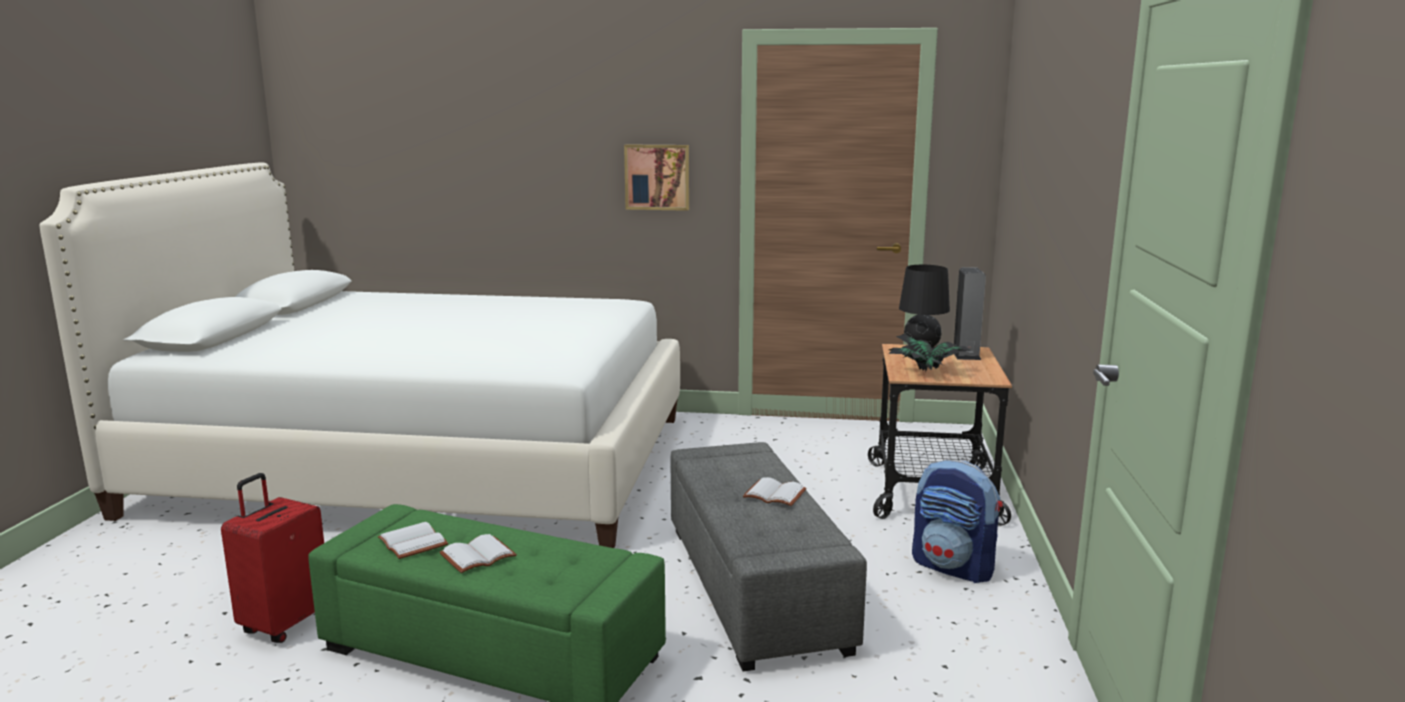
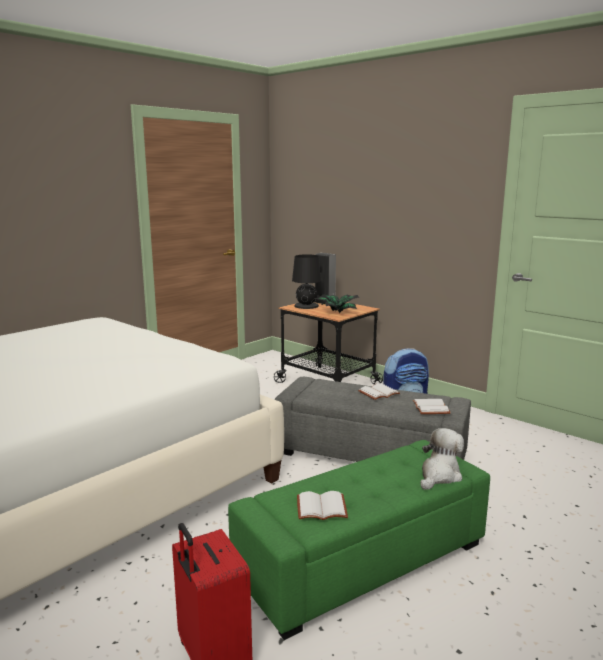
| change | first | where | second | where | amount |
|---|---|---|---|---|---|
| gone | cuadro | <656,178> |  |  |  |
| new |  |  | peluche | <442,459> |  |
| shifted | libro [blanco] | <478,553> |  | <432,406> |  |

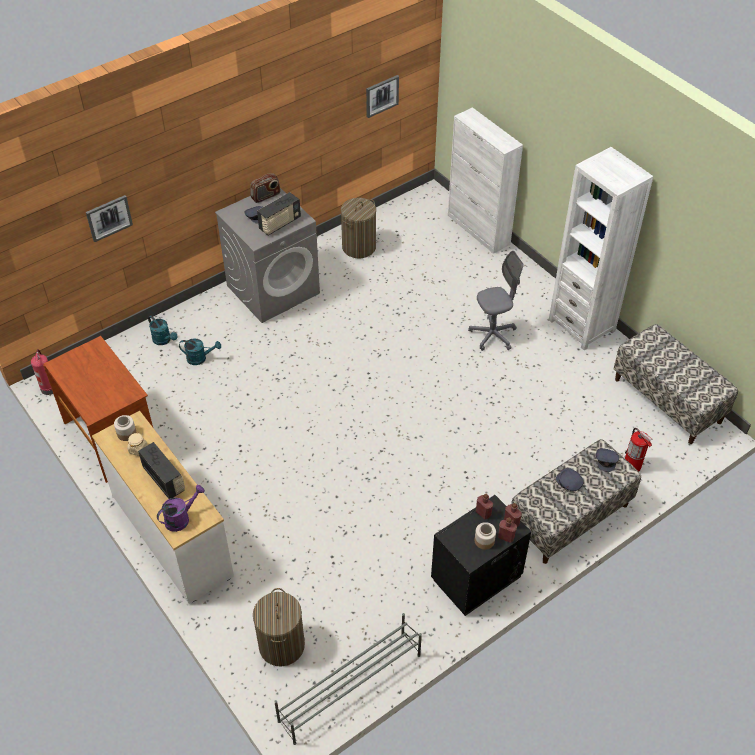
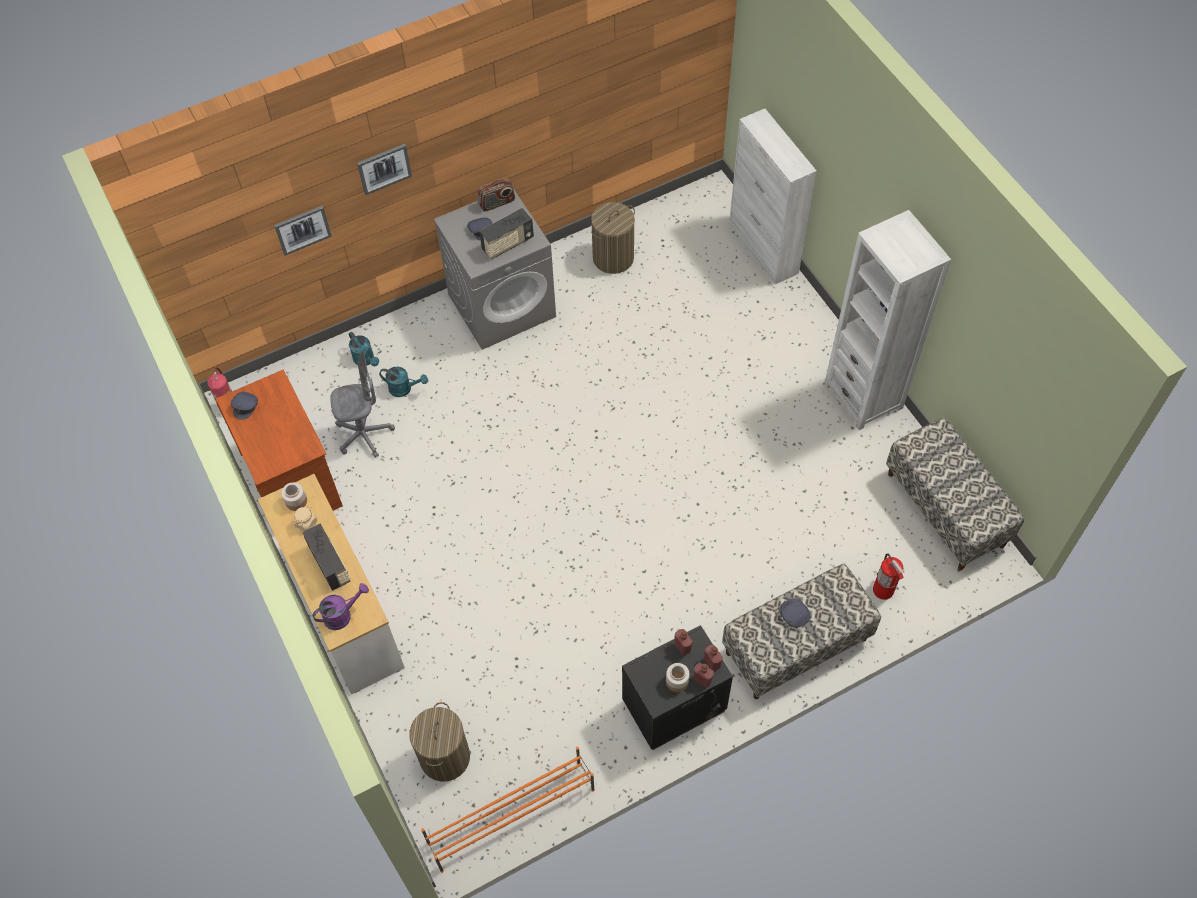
| change | first | where | second | where | amount |
|---|---|---|---|---|---|
| shifted | cuadro | <382,96> |  | <384,169> |  |
| shifted | silla de oficina [gris] | <496,301> |  | <362,404> |  |
| shifted | gorra [gris] | <607,460> |  | <244,406> |  |
| repainted | zapatero [gris] | <348,679> | zapatero [naranja] | <508,810> |  |

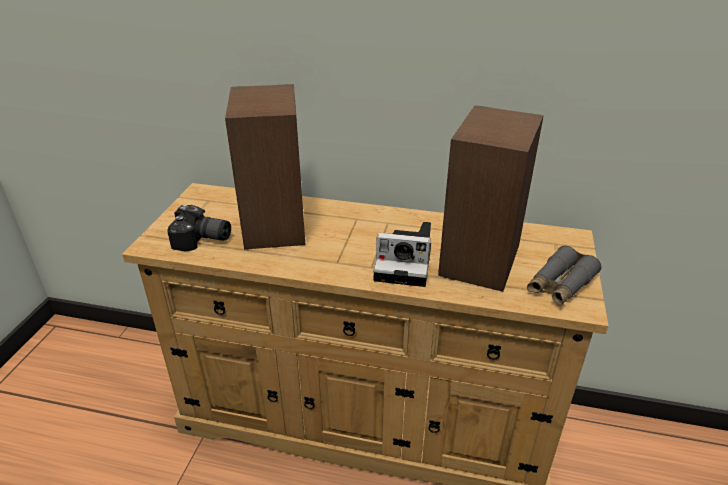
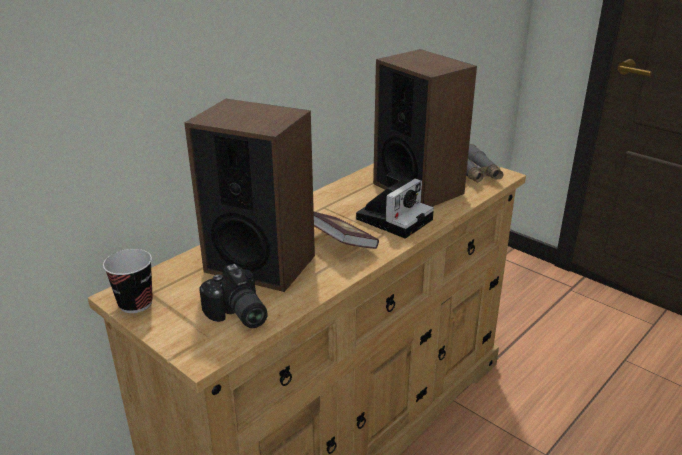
| change | first | where | second | where | amount |
|---|---|---|---|---|---|
| new |  |  | taza | <128,281> |  |
| new |  |  | libro | <346,230> |  |
| rotated | cámara | <199,228> |  | <233,295> | 105 degrees clockwise |

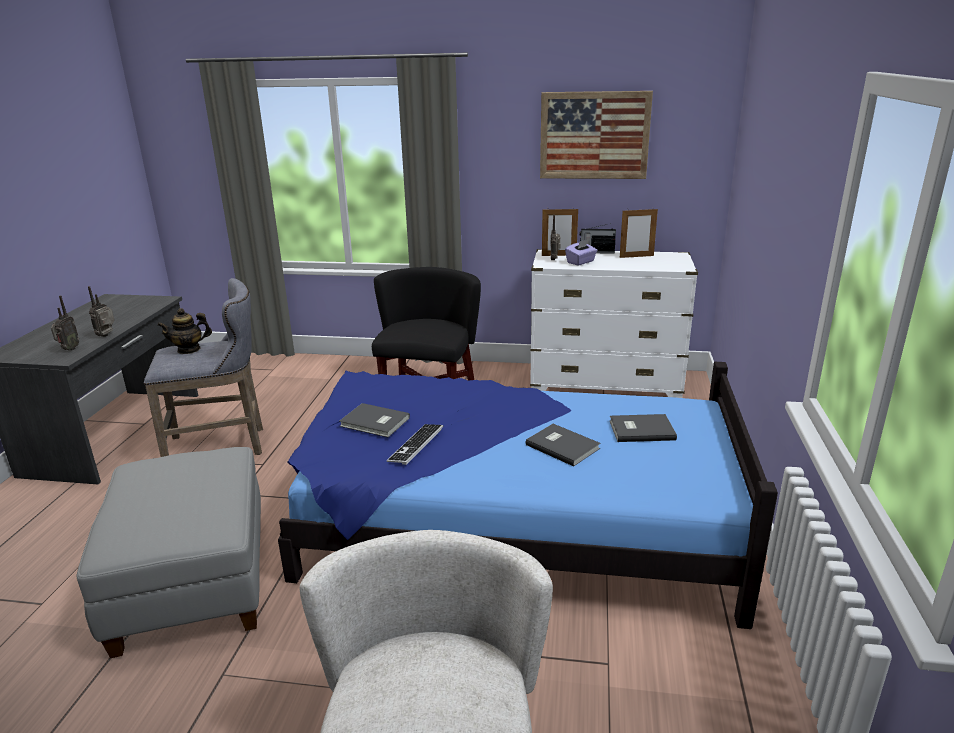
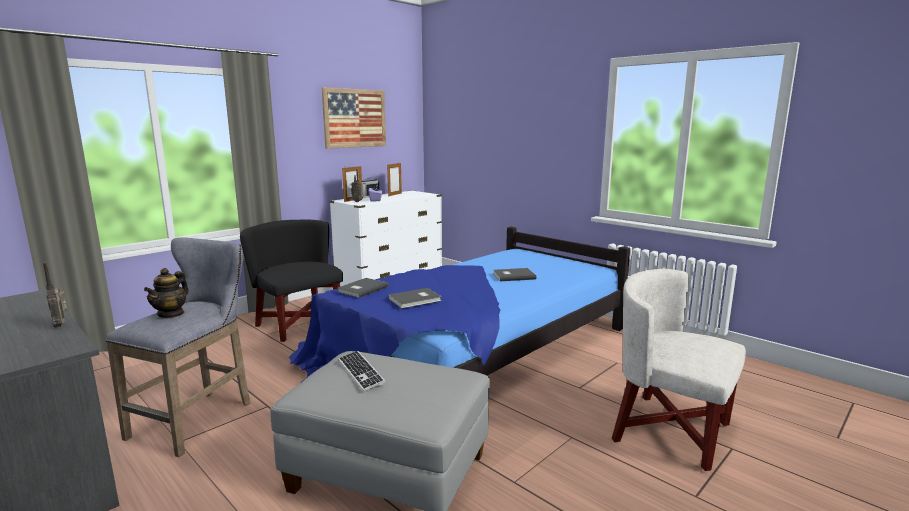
| change | first | where | second | where | amount |
|---|---|---|---|---|---|
| gone | radio | <65,323> |  |  |  |
| shifted | teclado | <415,444> |  | <361,371> |  |
| shifted | libro [gris] | <643,428> |  | <363,288> |  |

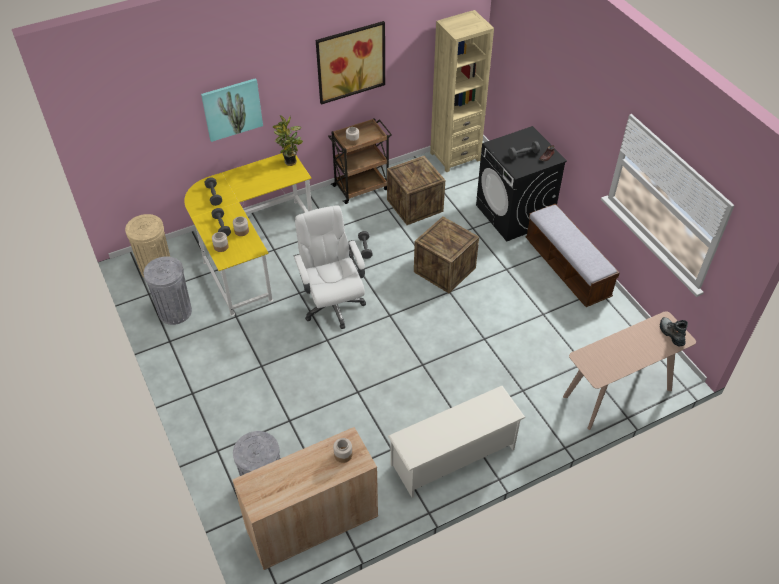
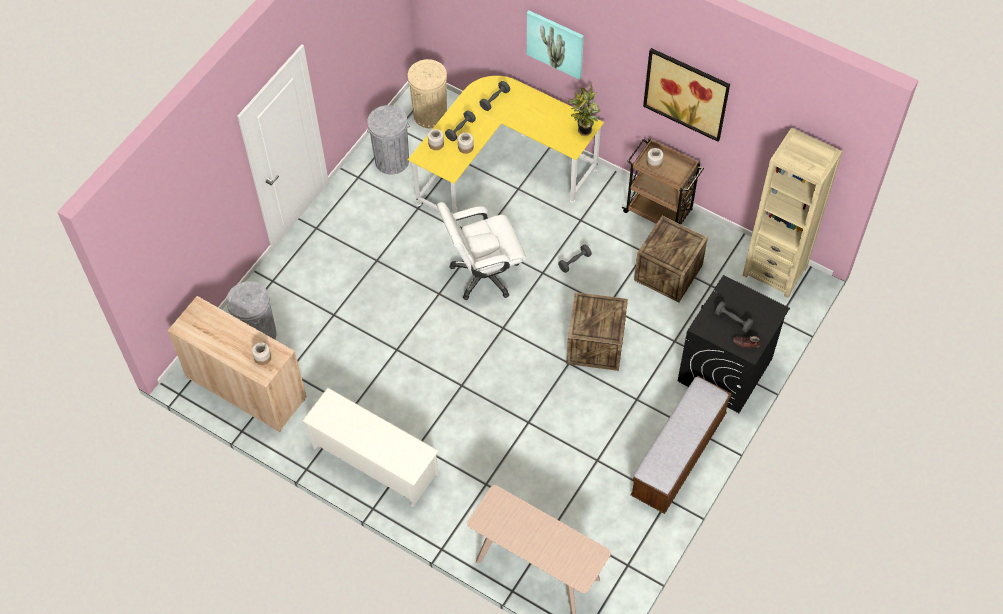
| change | first | where | second | where | amount |
|---|---|---|---|---|---|
| gone | bota | <674,331> |  |  |  |
| rotated | silla de oficina [blanco] | <329,267> |  | <481,251> | 150 degrees counterclockwise |

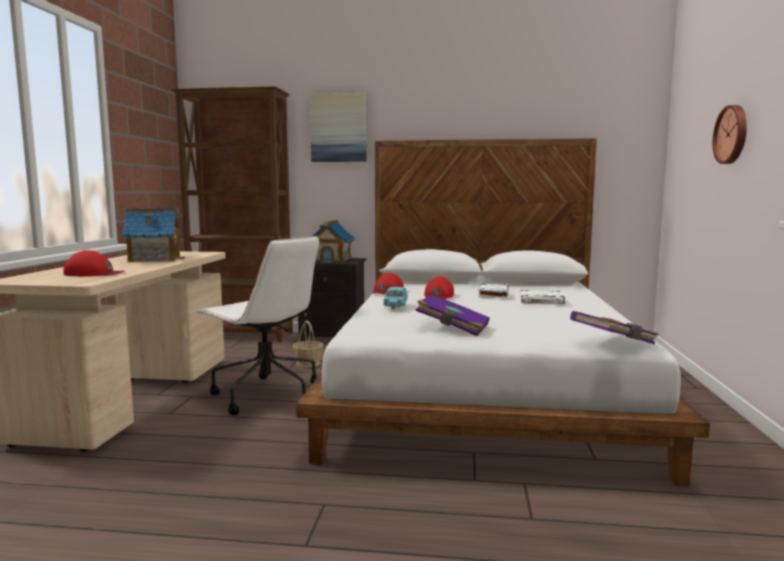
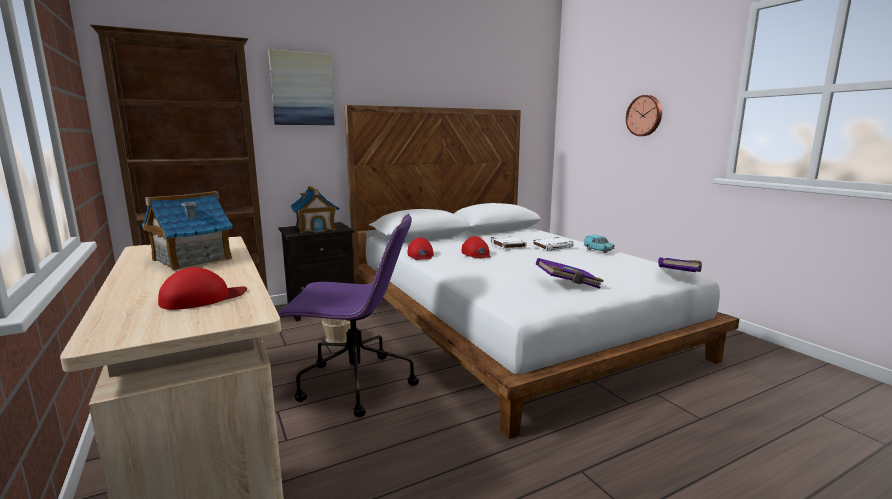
| change | first | where | second | where | amount |
|---|---|---|---|---|---|
| shifted | coche de juguete [turquesa] | <395,298> |  | <599,244> |  |
| repainted | silla de oficina [blanco] | <257,325> | silla de oficina [morado] | <348,315> |  |

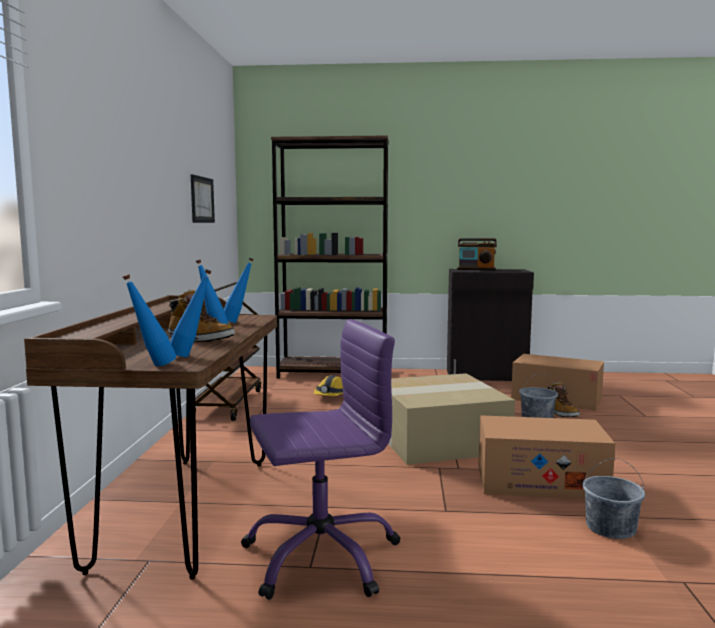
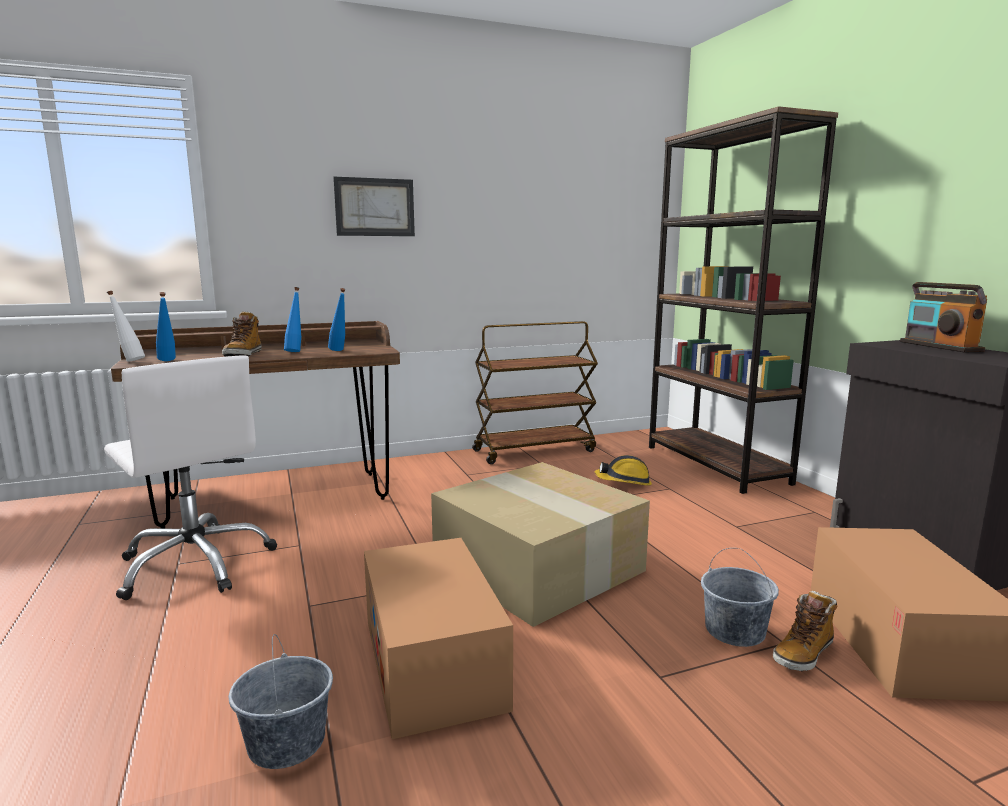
| change | first | where | second | where | amount |
|---|---|---|---|---|---|
| shifted | cuadro | <203,198> |  | <374,206> |  |
| repainted | botella [azul] | <149,320> | botella [blanco] | <126,326> |  |
| repainted | silla de oficina [morado] | <321,459> | silla de oficina [blanco] | <190,477> |  |

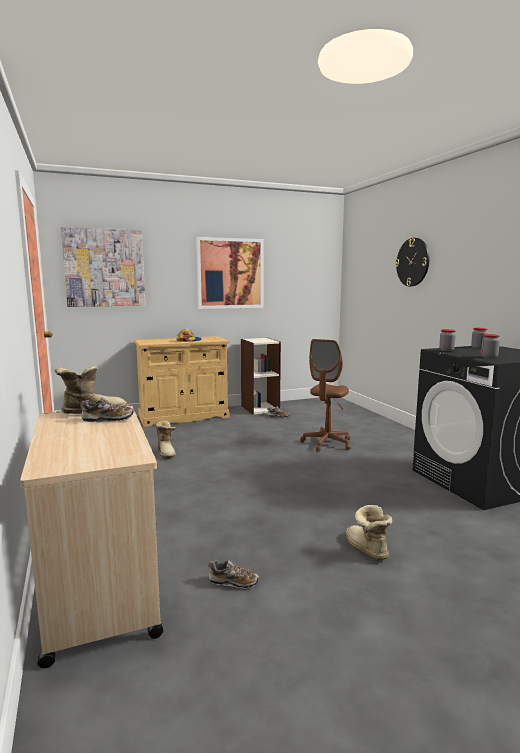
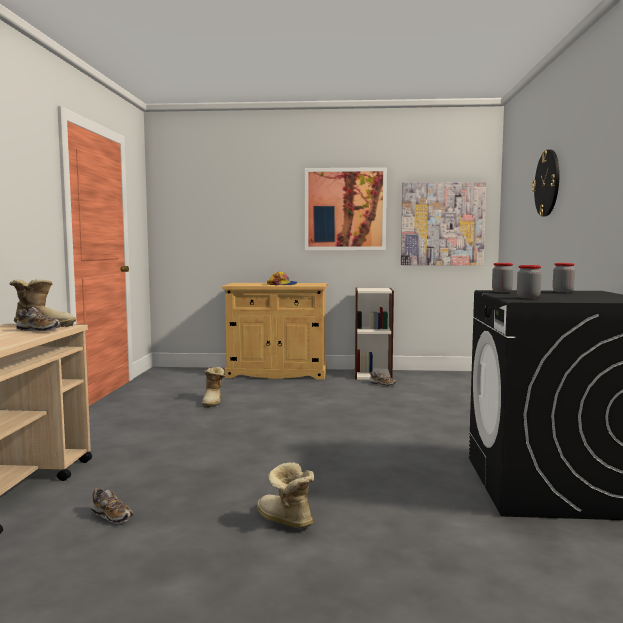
| change | first | where | second | where | amount |
|---|---|---|---|---|---|
| gone | silla de oficina [marrón] | <325,395> |  |  |  |
| shifted | cuadro | <103,267> |  | <443,223> |  |
| rotated | bota | <369,532> |  | <285,495> | 45 degrees counterclockwise |

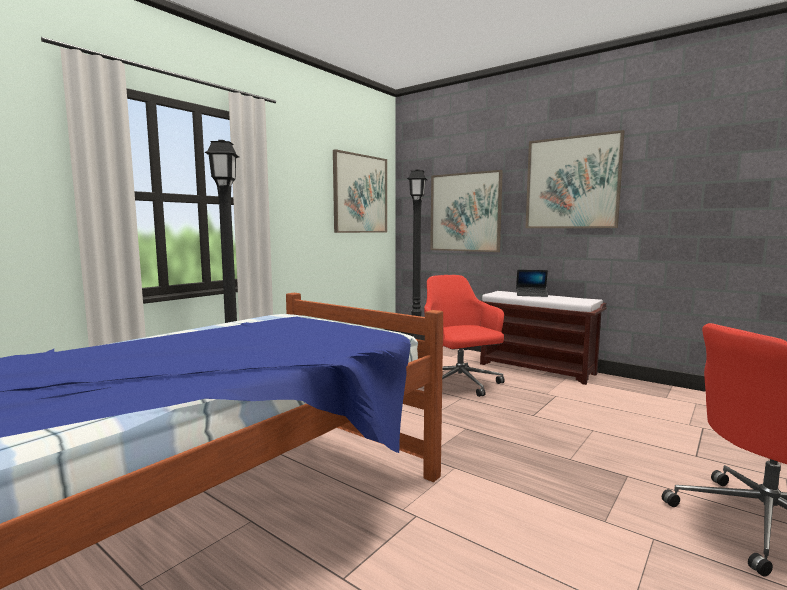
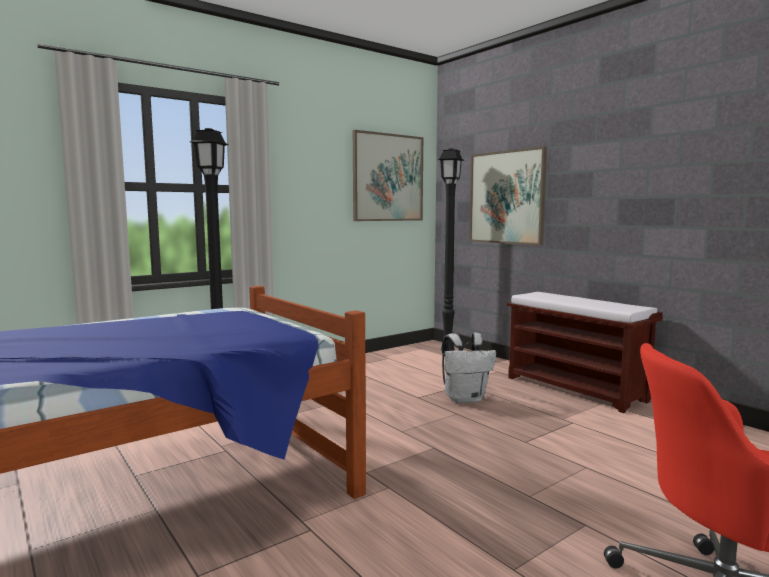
| change | first | where | second | where | amount |
|---|---|---|---|---|---|
| gone | portátil | <532,283> |  |  |  |
| gone | cuadro | <575,179> |  |  |  |
| swapped | silla de oficina [rojo] | <464,336> | mochila [blanco] | <469,367> |  |

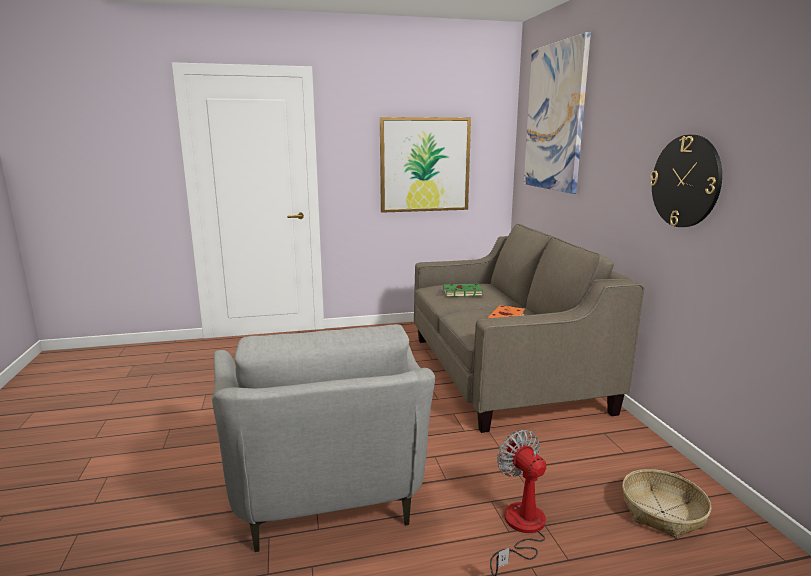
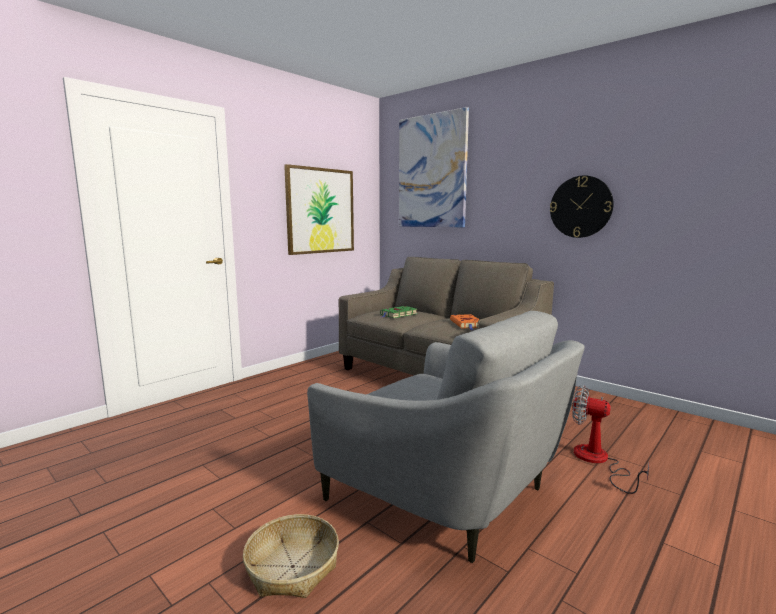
| change | first | where | second | where | amount |
|---|---|---|---|---|---|
| shifted | cesta | <667,504> |  | <291,556> |  |

